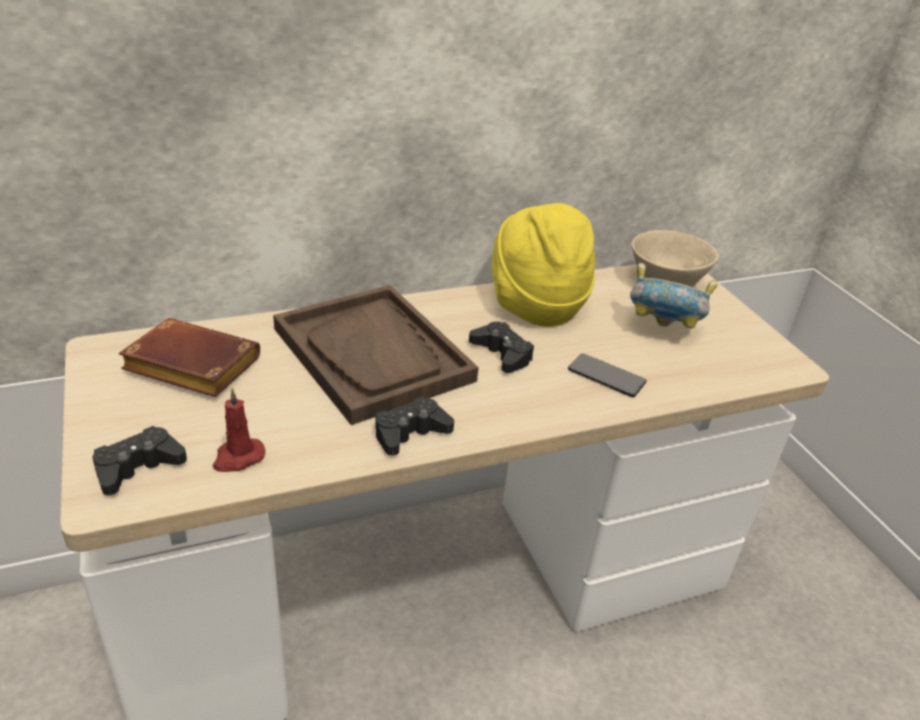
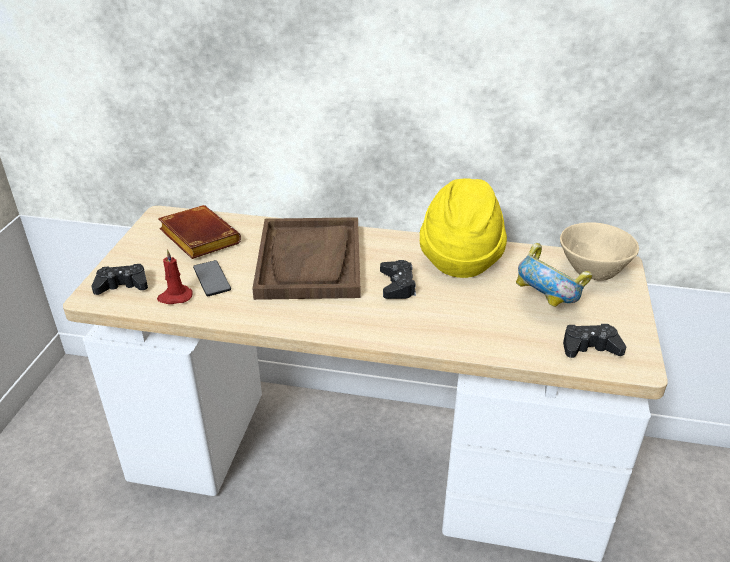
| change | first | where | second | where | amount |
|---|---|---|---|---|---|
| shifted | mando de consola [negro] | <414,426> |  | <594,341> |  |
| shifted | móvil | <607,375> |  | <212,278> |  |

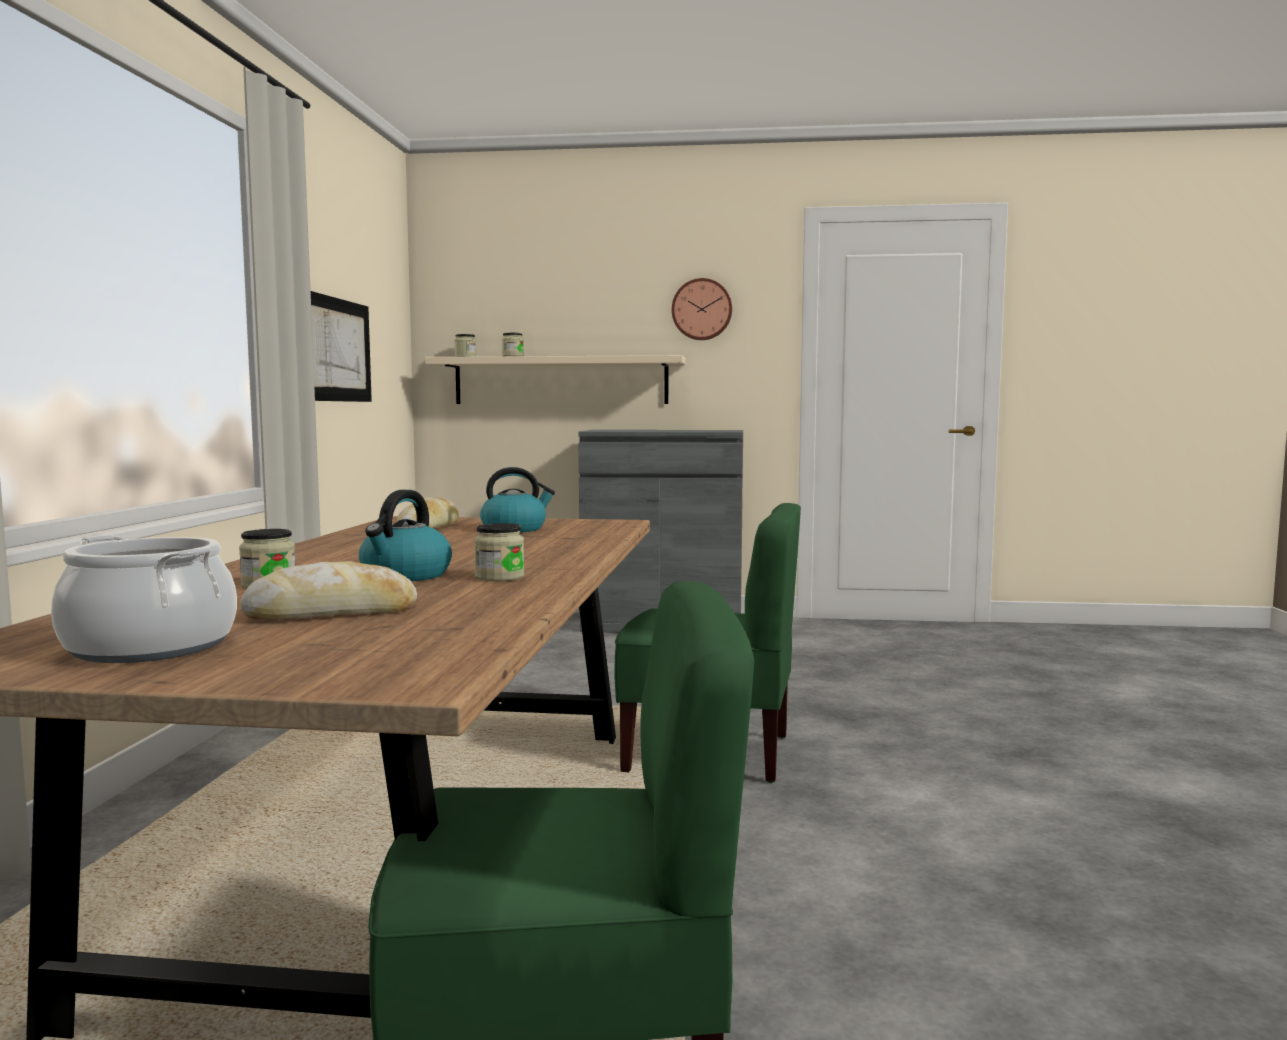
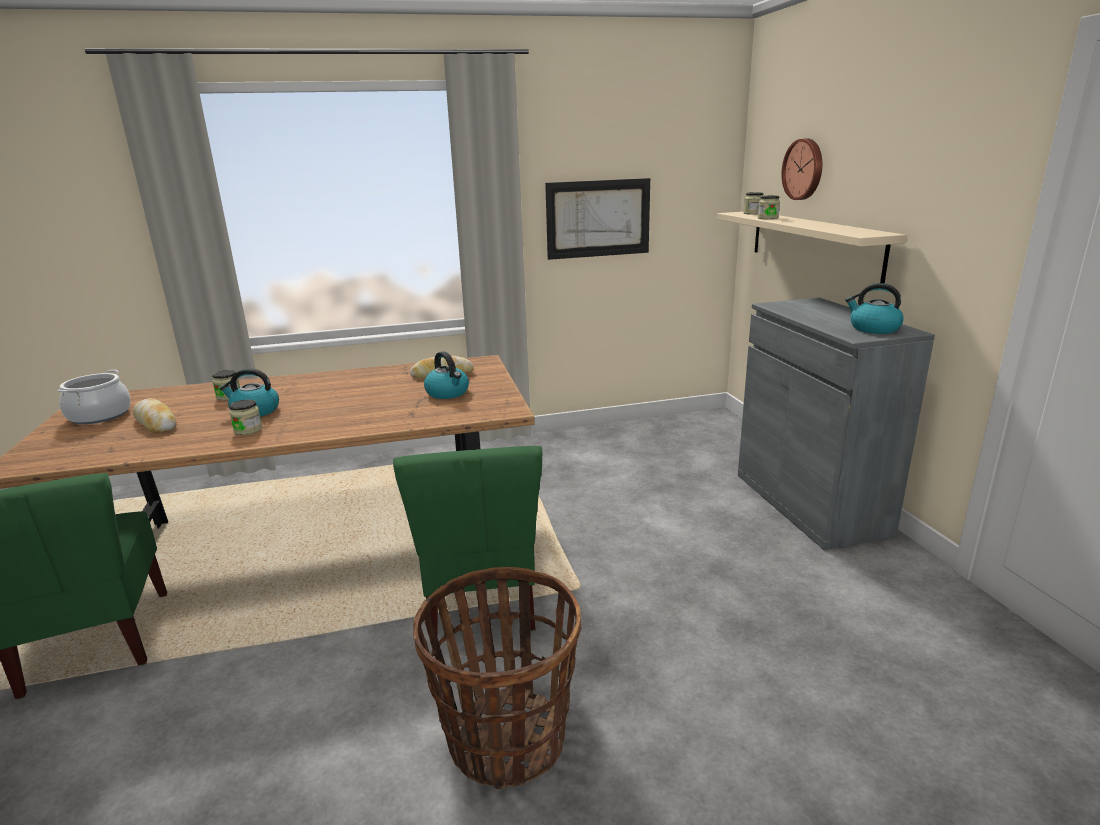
| change | first | where | second | where | amount |
|---|---|---|---|---|---|
| new |  |  | cesta | <497,678> |  |
| new |  |  | hervidor | <875,308> |  |
| shifted | reloj de pared | <702,309> |  | <801,169> |  |

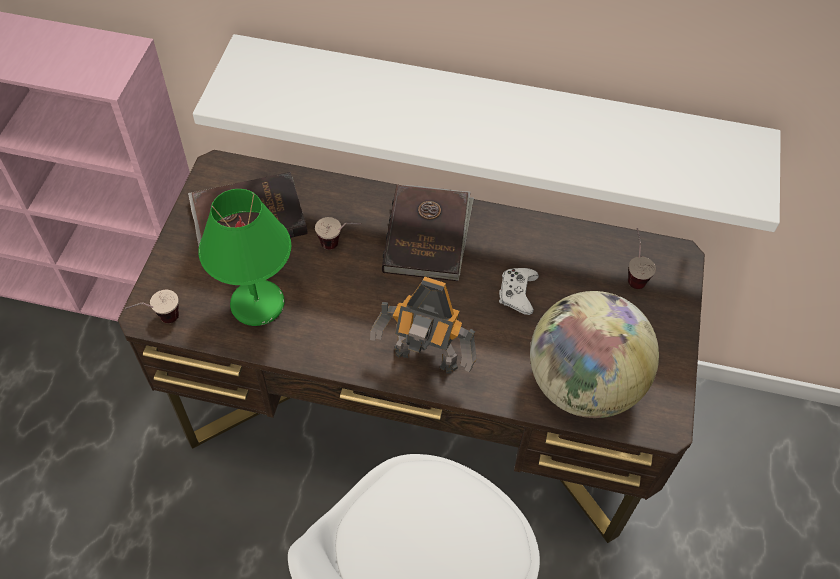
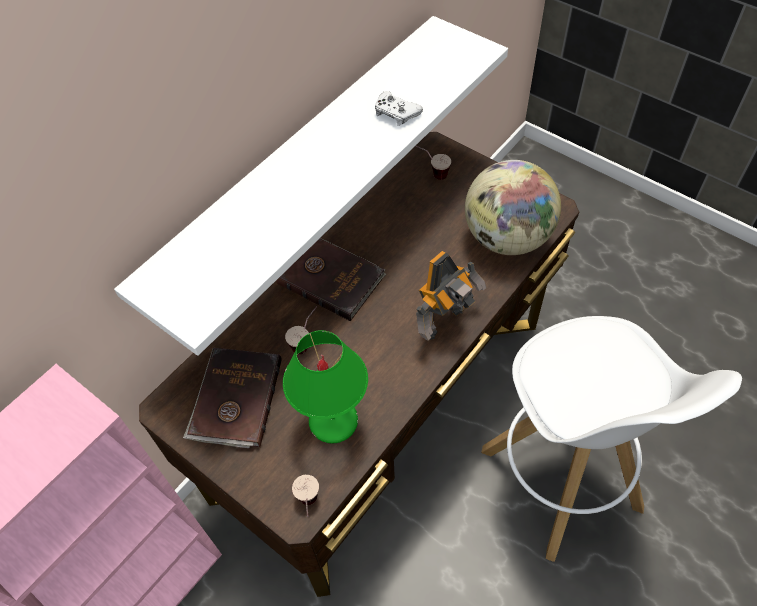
| change | first | where | second | where | amount |
|---|---|---|---|---|---|
| shifted | mando de consola [blanco] | <519,291> |  | <399,108> |  |

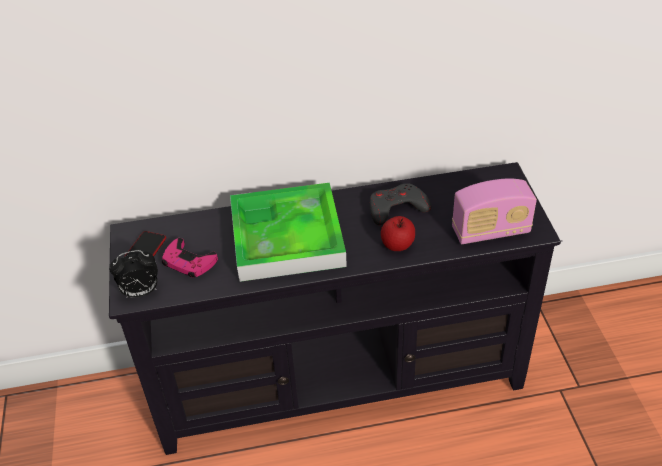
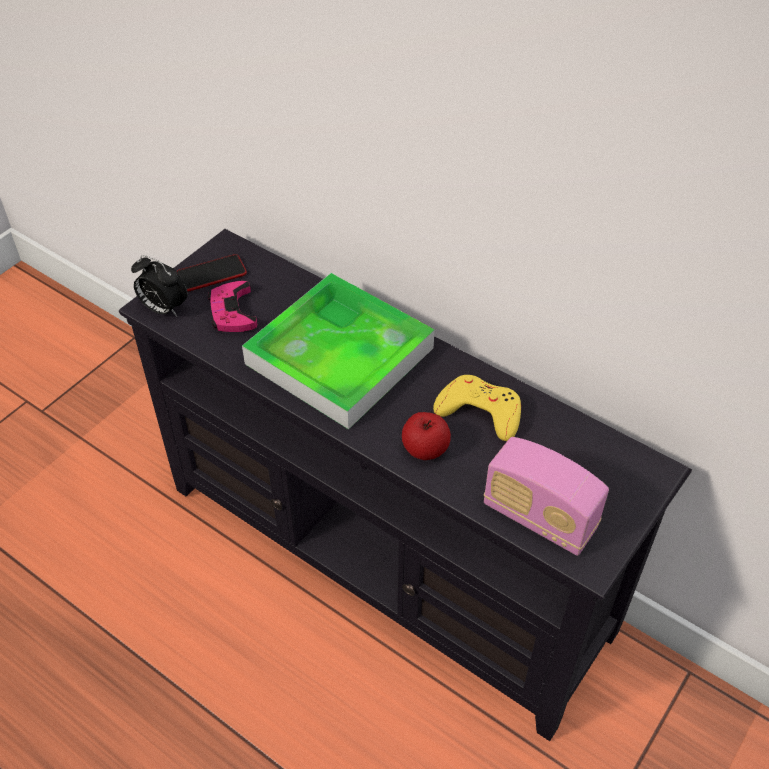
| change | first | where | second | where | amount |
|---|---|---|---|---|---|
| repainted | mando de consola [gris] | <400,204> | mando de consola [amarillo] | <477,408> |  |

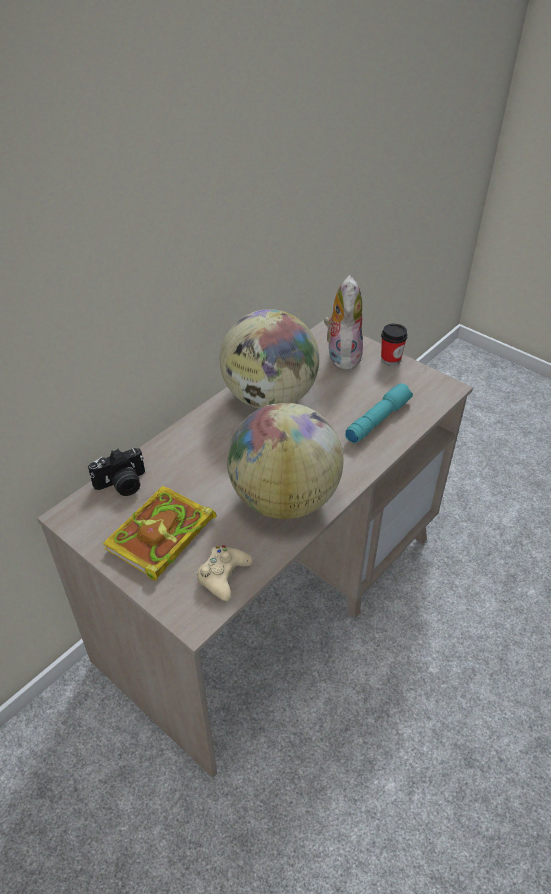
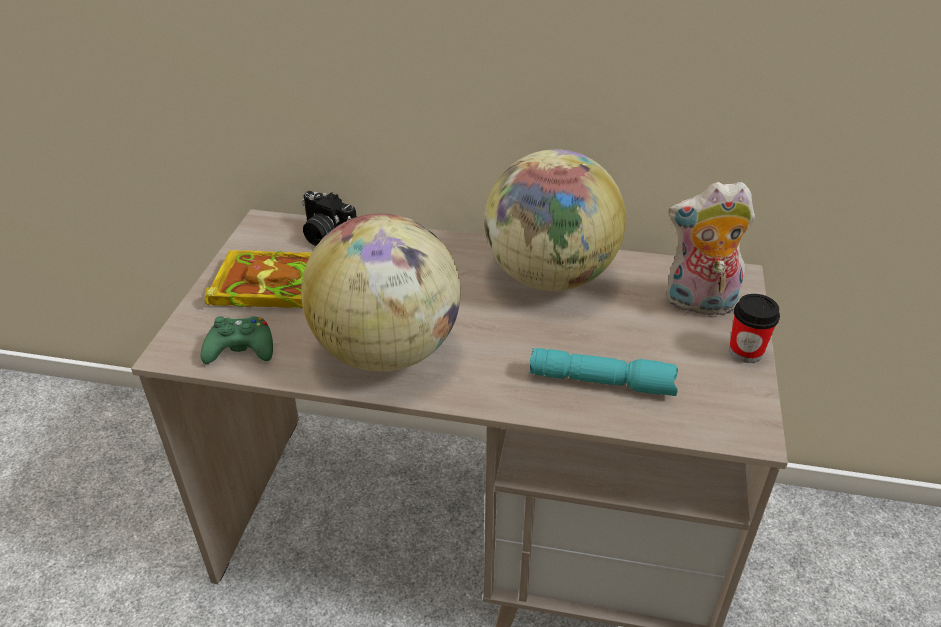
| change | first | where | second | where | amount |
|---|---|---|---|---|---|
| repainted | mando de consola [beis] | <225,573> | mando de consola [verde] | <237,340> |  |
| rotated | peluche | <343,322> |  | <711,249> | 150 degrees counterclockwise |

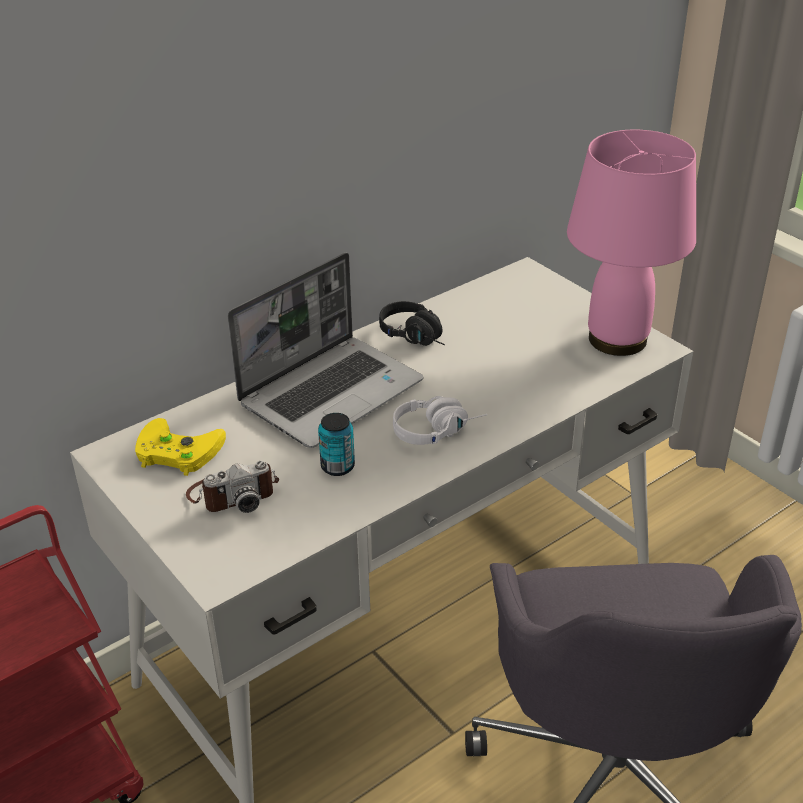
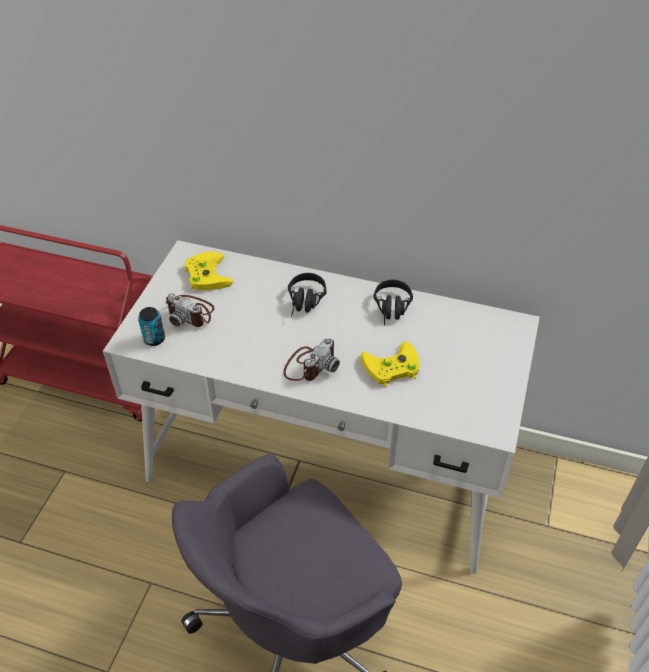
| change | first | where | second | where | amount |
|---|---|---|---|---|---|
| gone | lámpara de mesa [rosa] | <631,243> |  |  |  |
| new |  |  | mando de consola [amarillo] | <390,364> |  |
| shifted | lata | <336,444> |  | <151,326> |  |
| swapped | portátil | <325,350> | auriculares [negro] | <307,295> |  |
| swapped | auriculares [blanco] | <440,420> | cámara | <311,359> |  |

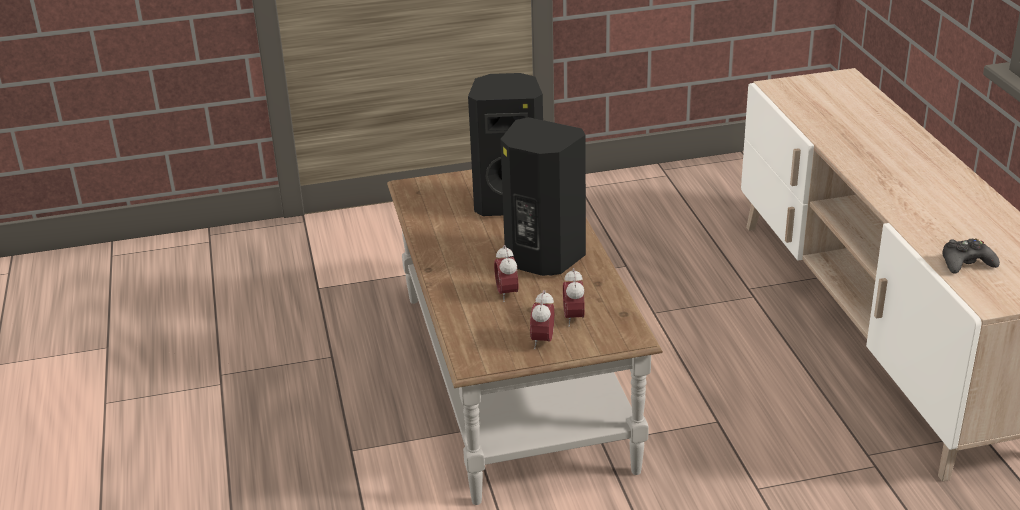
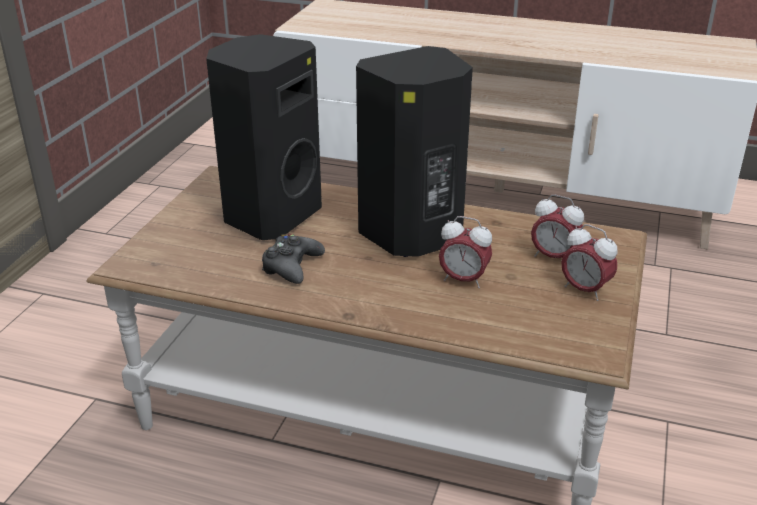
| change | first | where | second | where | amount |
|---|---|---|---|---|---|
| shifted | mando de consola [negro] | <971,255> |  | <293,259> |  |

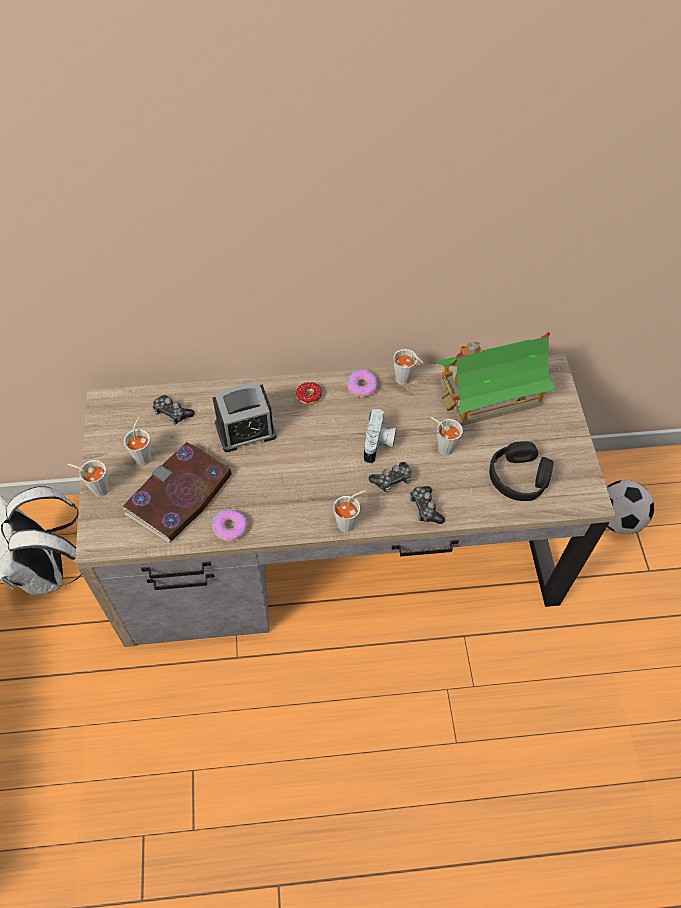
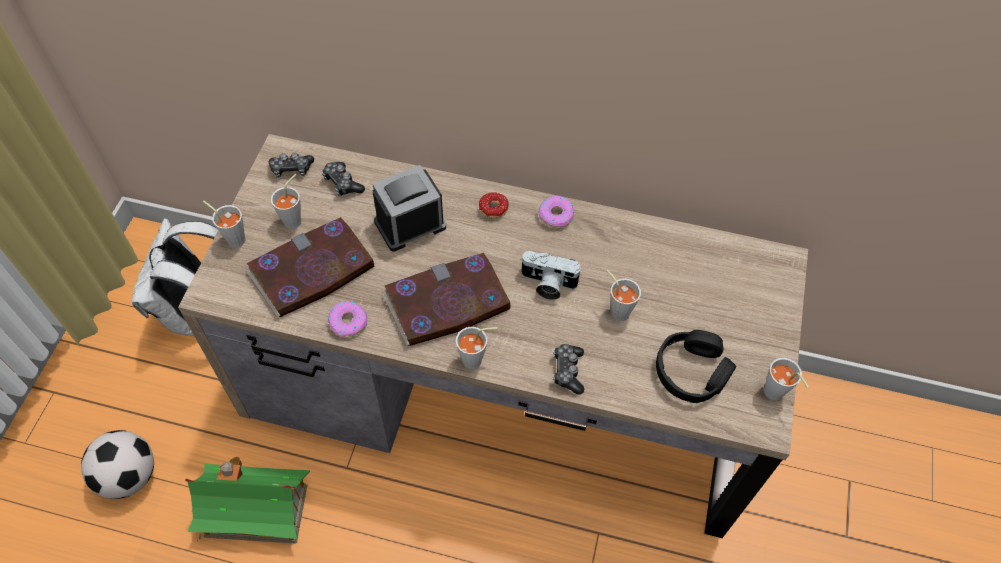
| change | first | where | second | where | amount |
|---|---|---|---|---|---|
| new |  |  | libro | <447,299> |  |
| shifted | mando de consola | <390,477> |  | <291,165> |  |
| shifted | taza [gris] | <408,367> |  | <786,379> |  |
| shifted | casita | <496,379> |  | <247,500> |  |
| shifted | balón de fútbol | <630,507> |  | <117,464> |  |
| rotated | despertador | <244,416> |  | <409,208> | 150 degrees clockwise |
| rotated | cámara | <380,436> |  | <551,275> | 75 degrees clockwise |

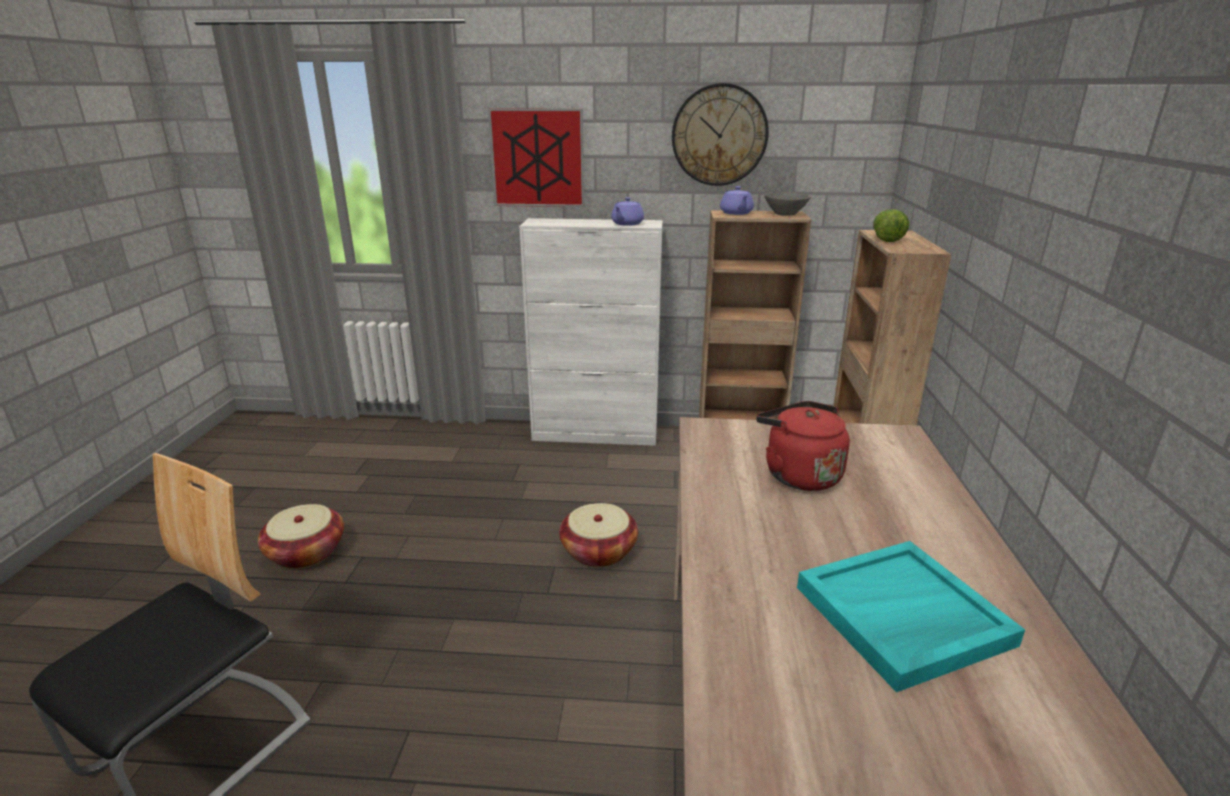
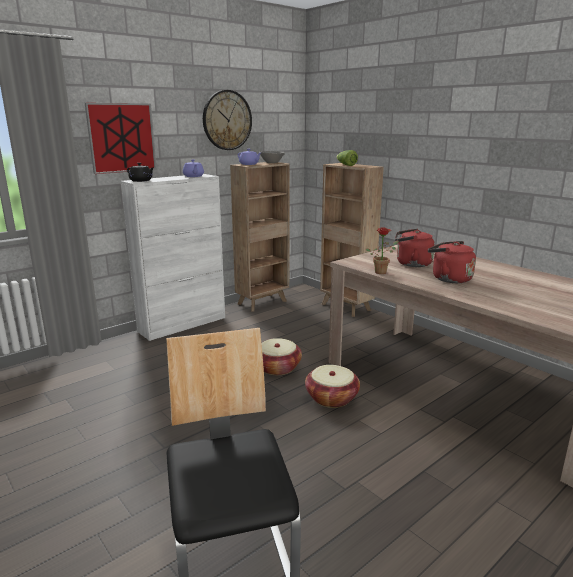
| change | first | where | second | where | amount |
|---|---|---|---|---|---|
| gone | bandeja [turquesa] | <911,617> |  |  |  |
| new |  |  | tetera [negro] | <140,172> |  |
| new |  |  | planta en maceta | <382,250> |  |
| new |  |  | hervidor [rojo] | <452,262> |  |
| shifted | cesta | <301,536> |  | <332,386> |  |

